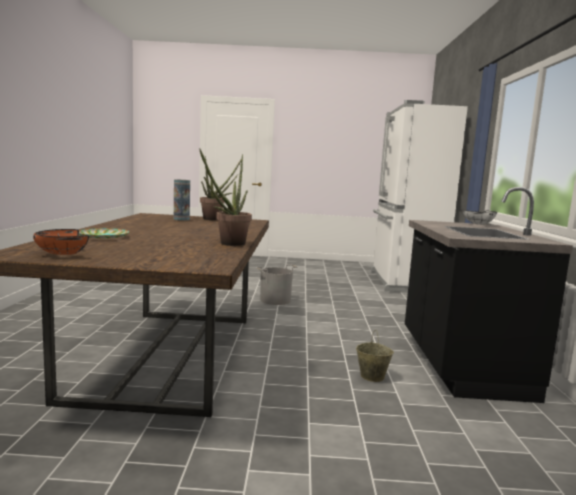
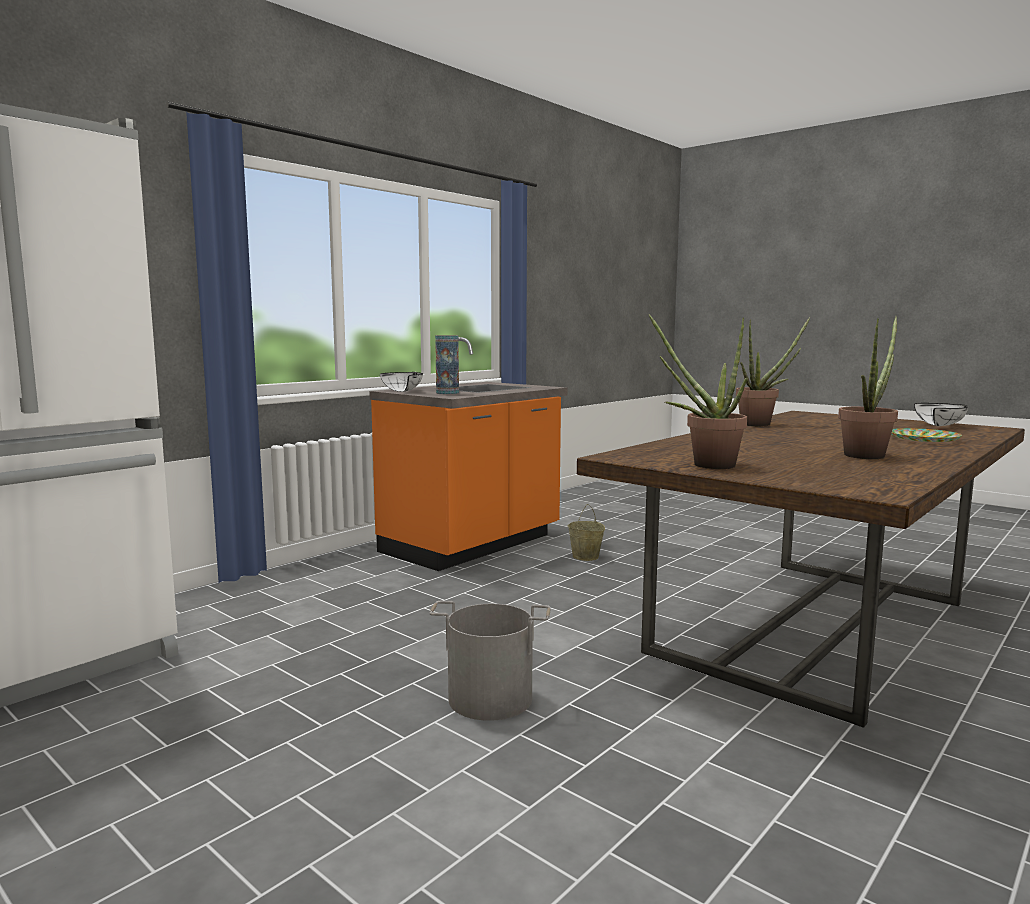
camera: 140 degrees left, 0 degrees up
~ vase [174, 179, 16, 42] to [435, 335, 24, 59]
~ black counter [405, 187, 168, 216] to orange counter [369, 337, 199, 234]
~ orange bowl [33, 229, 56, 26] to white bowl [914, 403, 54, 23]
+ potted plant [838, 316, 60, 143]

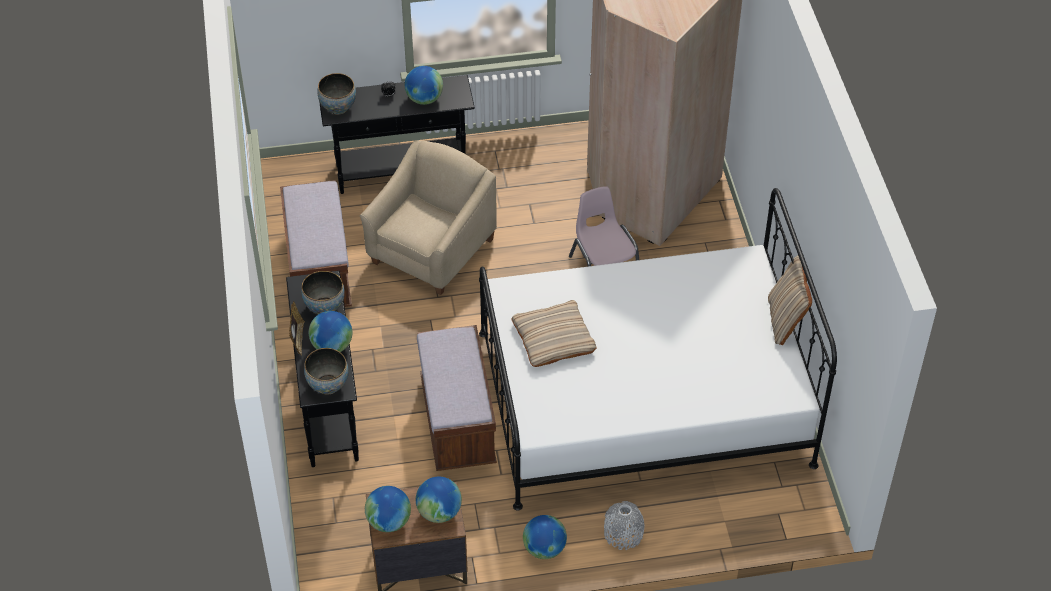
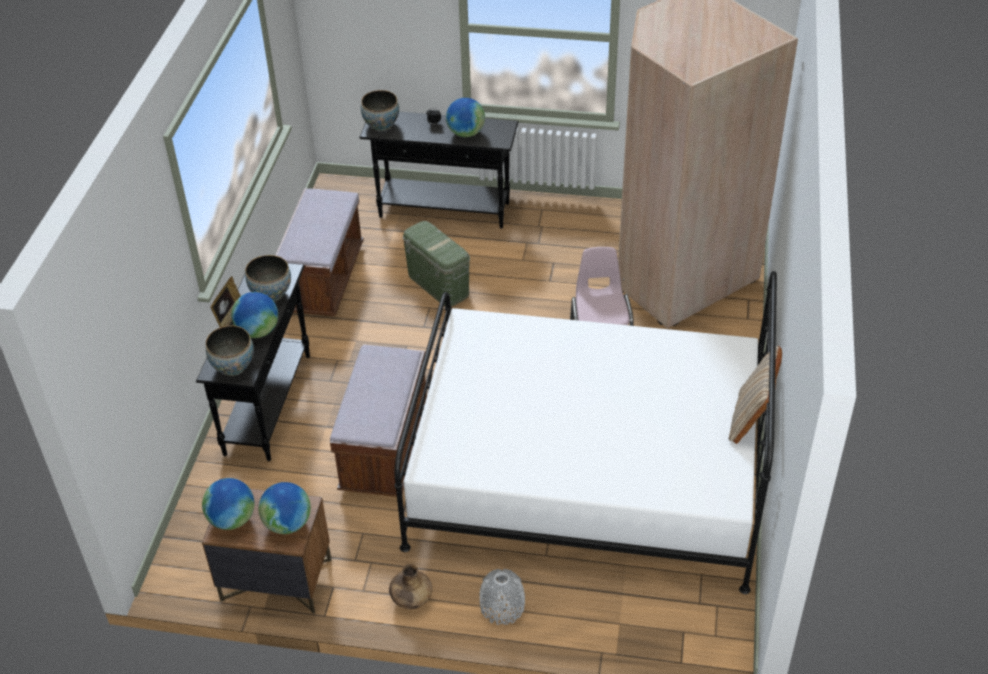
camera: 20 degrees right, 5 degrees down
~ beige armchair [360, 140, 137, 155] to green storage box [403, 221, 67, 86]
- beige pillow [511, 300, 86, 67]
~ globe [523, 515, 44, 44] to brown vase [389, 564, 43, 45]

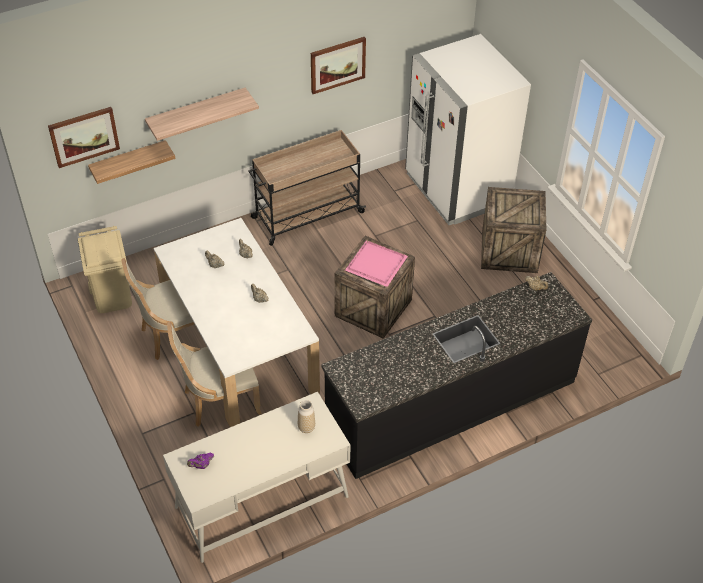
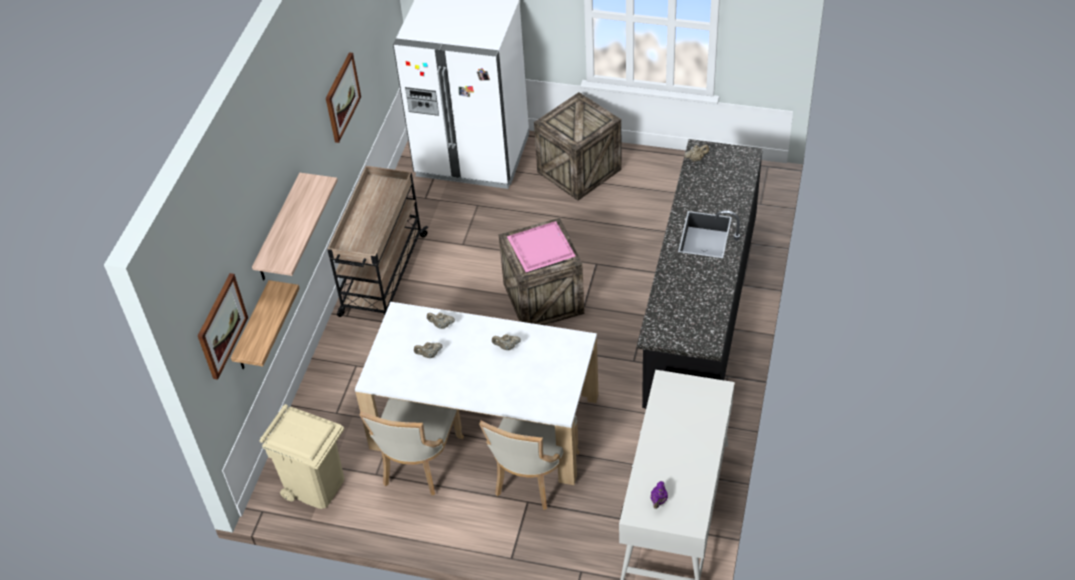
camera: 45 degrees left, 0 degrees up
- vase [298, 400, 17, 33]

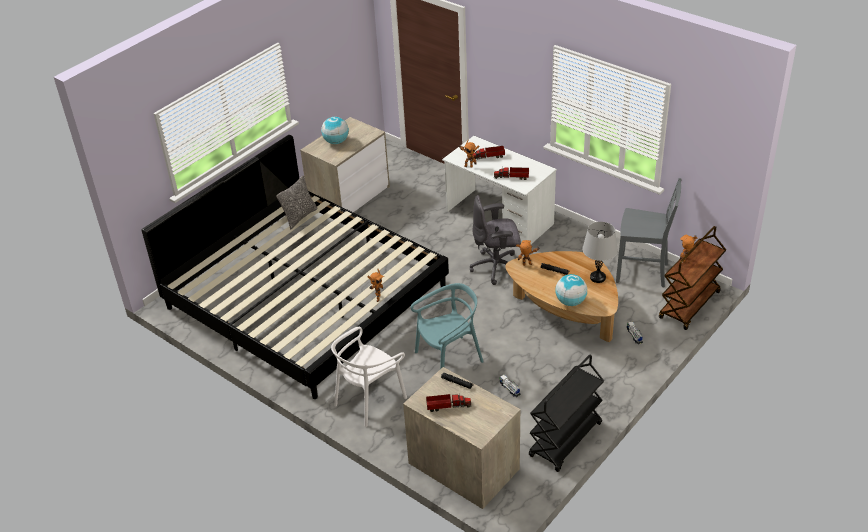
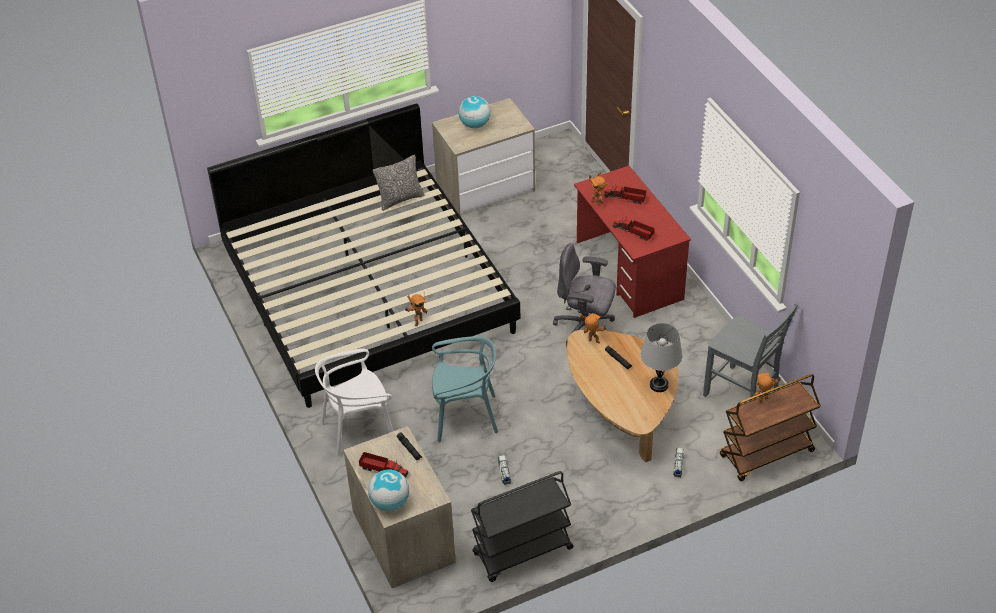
camera: 25 degrees right, 5 degrees up
~ white desk [442, 136, 115, 108] to red desk [574, 166, 117, 152]
~ globe [555, 274, 32, 32] to [368, 469, 41, 42]

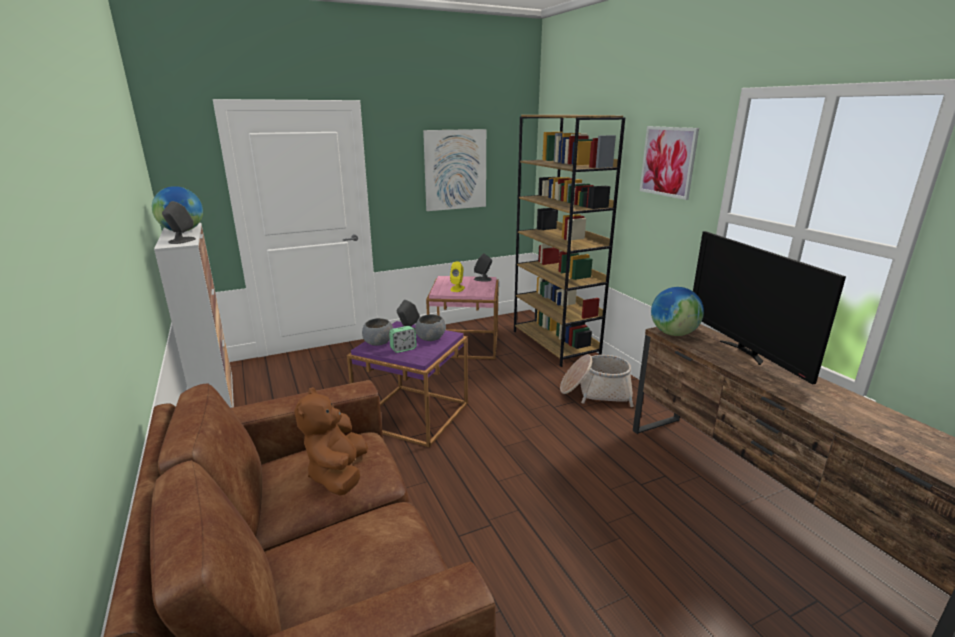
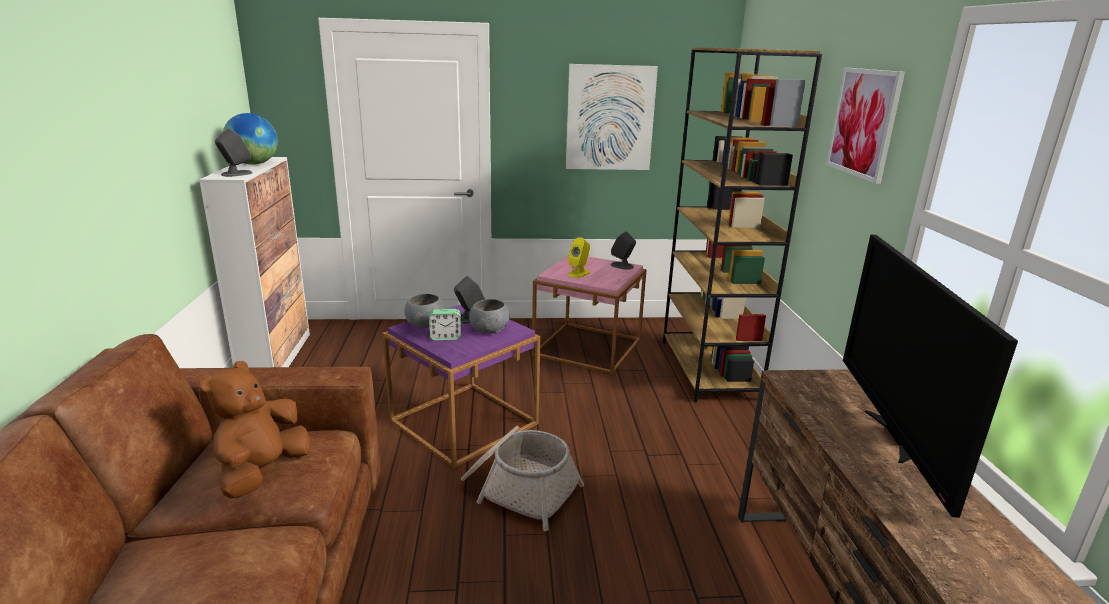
camera: 20 degrees right, 0 degrees up
- globe [651, 287, 53, 49]
~ basket [560, 354, 74, 53] to [461, 426, 123, 105]

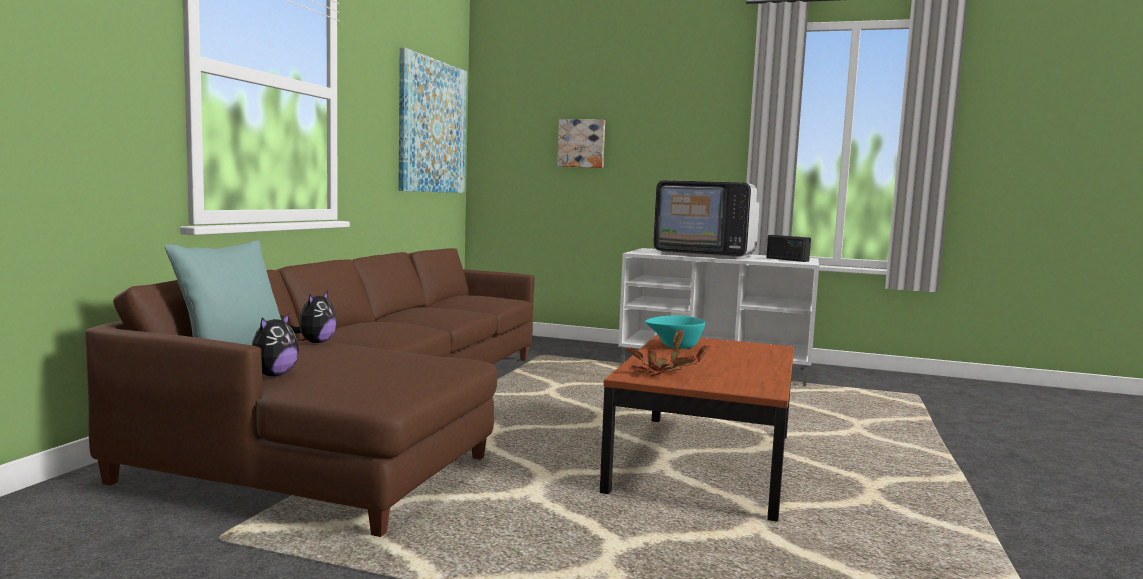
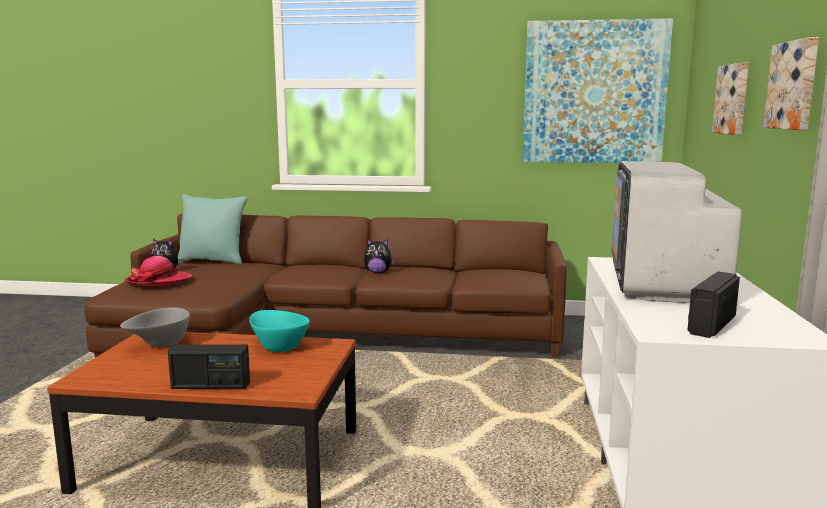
camera: 80 degrees right, 5 degrees up
~ plush toy [290, 291, 47, 52] to [364, 239, 31, 34]
~ potted plant [625, 329, 85, 47] to grey bowl [120, 307, 70, 40]
+ picture [763, 37, 56, 93]
+ hat [124, 256, 69, 30]
+ radio [168, 344, 82, 45]

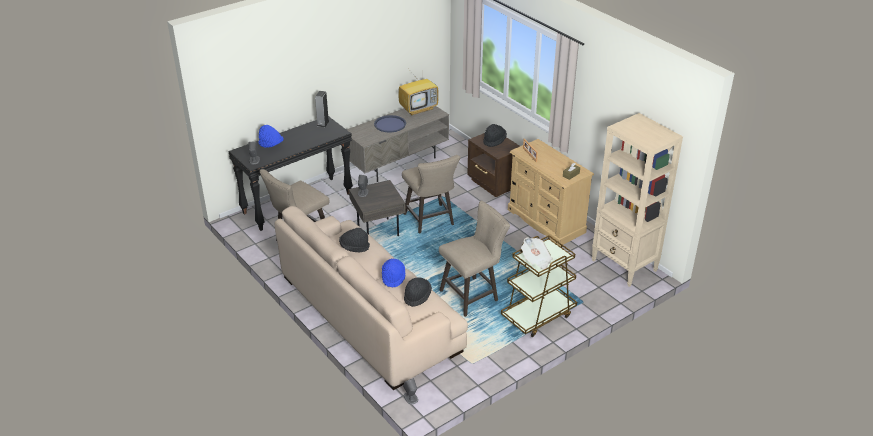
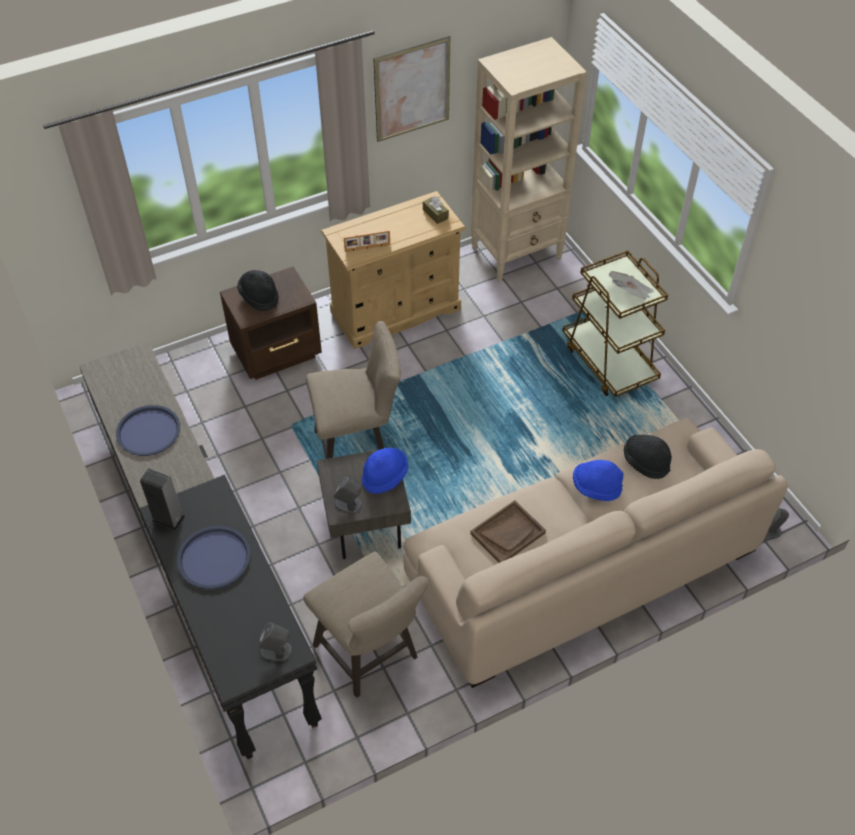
camera: 80 degrees left, 15 degrees up
- television [398, 73, 41, 43]
~ blue hat [258, 125, 26, 23] to [362, 448, 46, 46]
- beige stool [439, 201, 71, 116]
~ black hat [339, 228, 31, 24] to brown tray [470, 500, 76, 63]
+ picture [373, 36, 77, 106]
+ blue tray [177, 526, 74, 63]

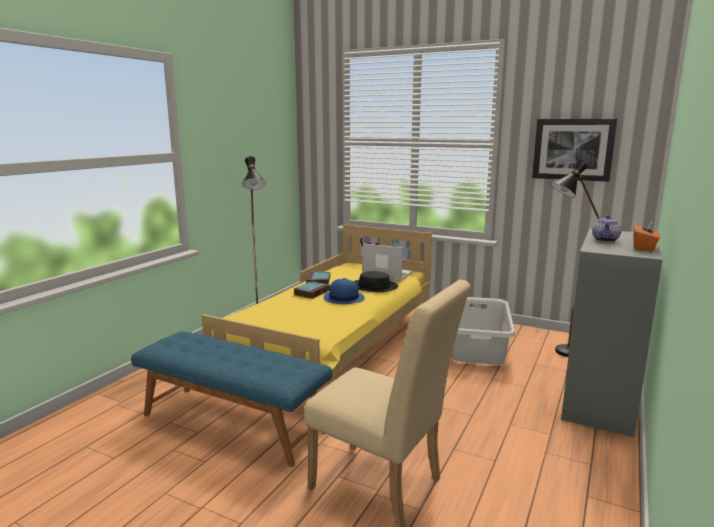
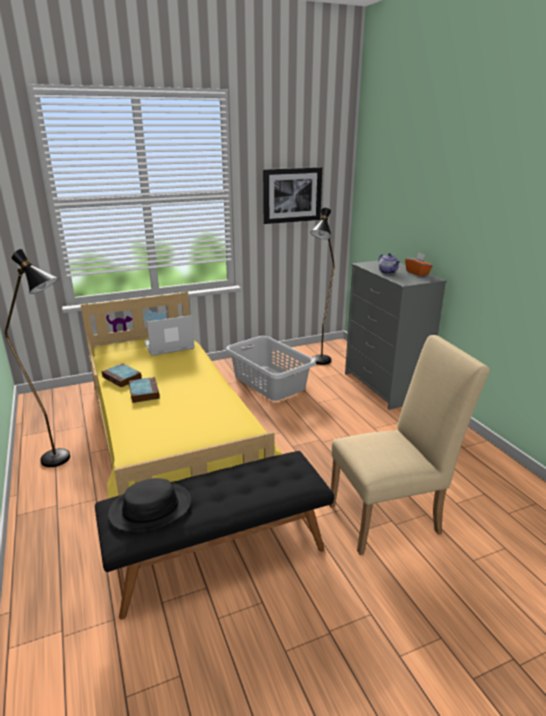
camera: 50 degrees left, 10 degrees up
~ black hat [353, 271, 45, 21] to [108, 478, 83, 54]
- blue hat [323, 278, 42, 26]
~ blue bench [131, 331, 201, 136] to black bench [95, 451, 239, 169]

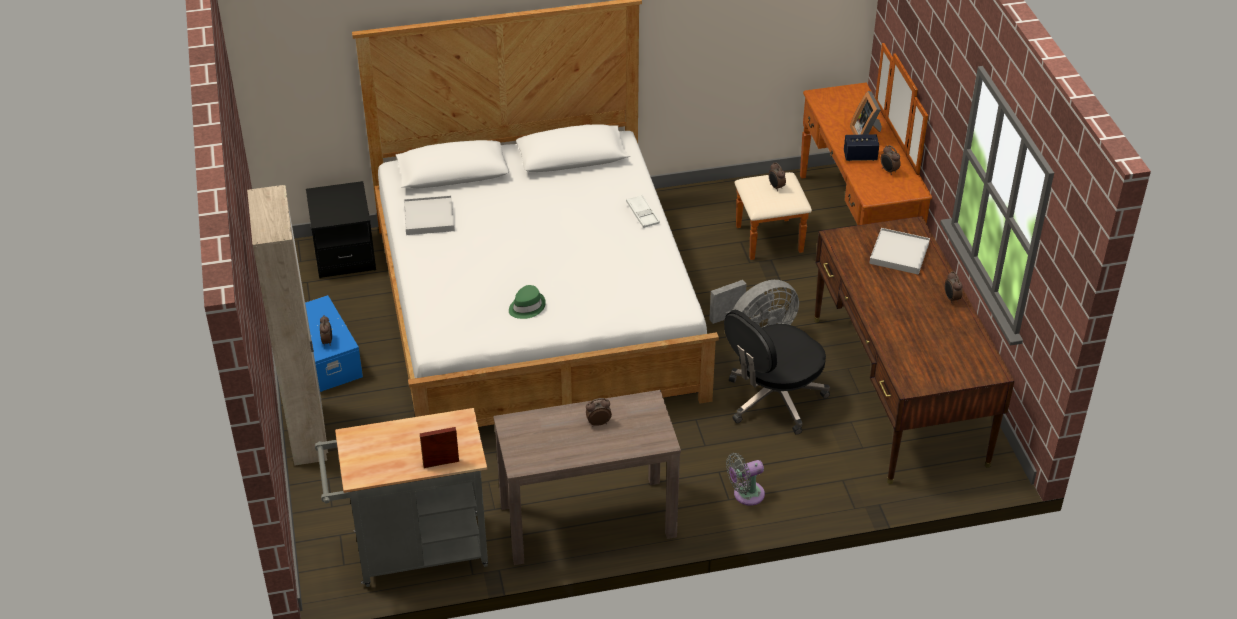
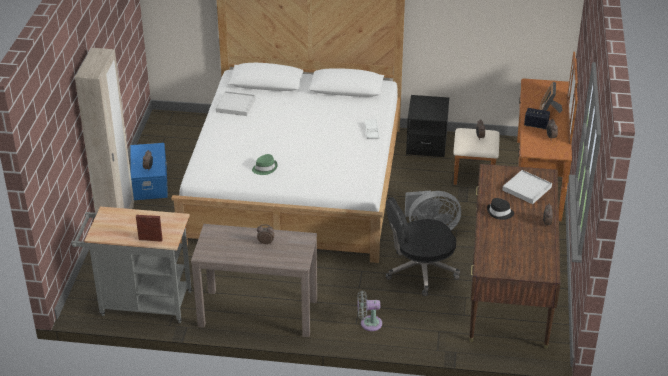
camera: 20 degrees right, 5 degrees down
~ black nightstand [306, 181, 70, 97] to [406, 95, 43, 62]
+ black hat [487, 198, 27, 22]

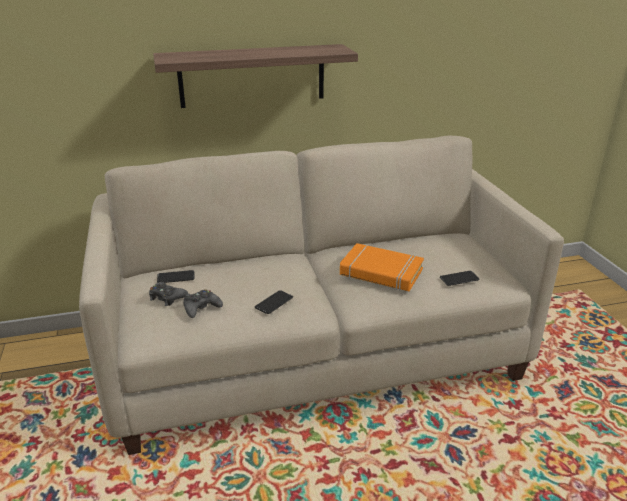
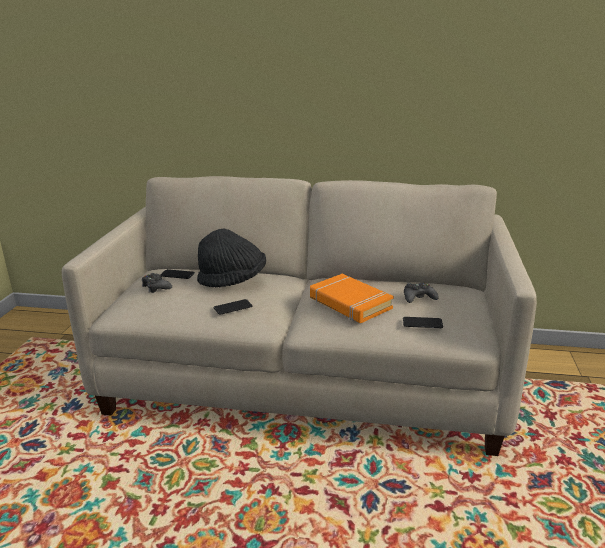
camera: 25 degrees right, 5 degrees down
- shelf [153, 44, 205, 64]
~ black game controller [184, 289, 39, 29] to [404, 283, 35, 20]
+ black hat [197, 229, 69, 58]

